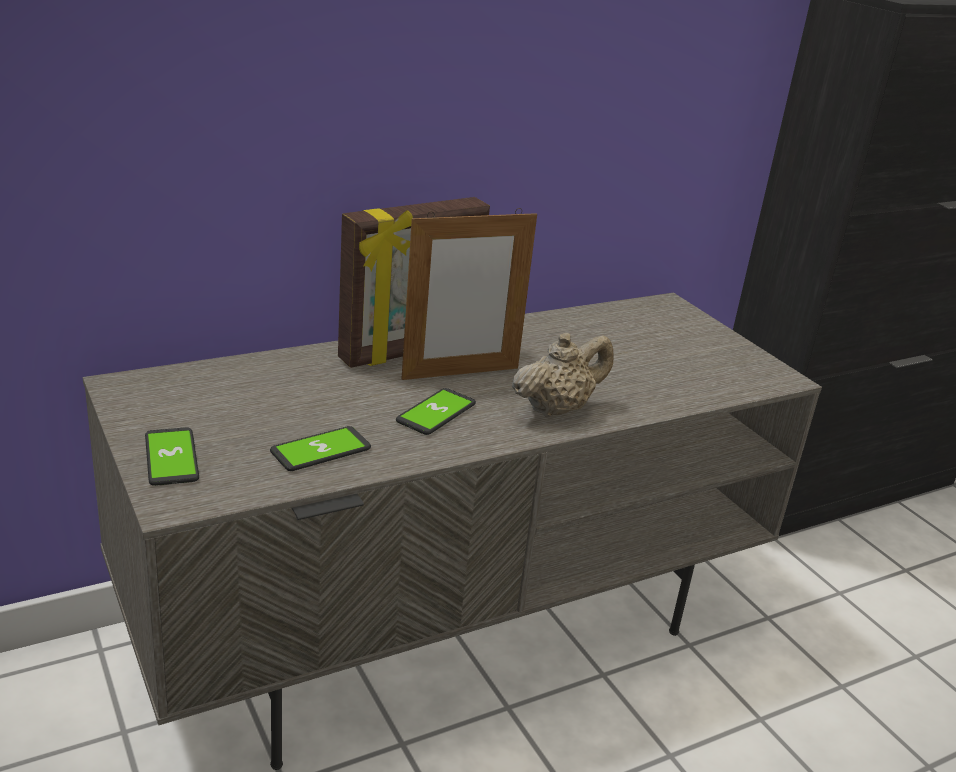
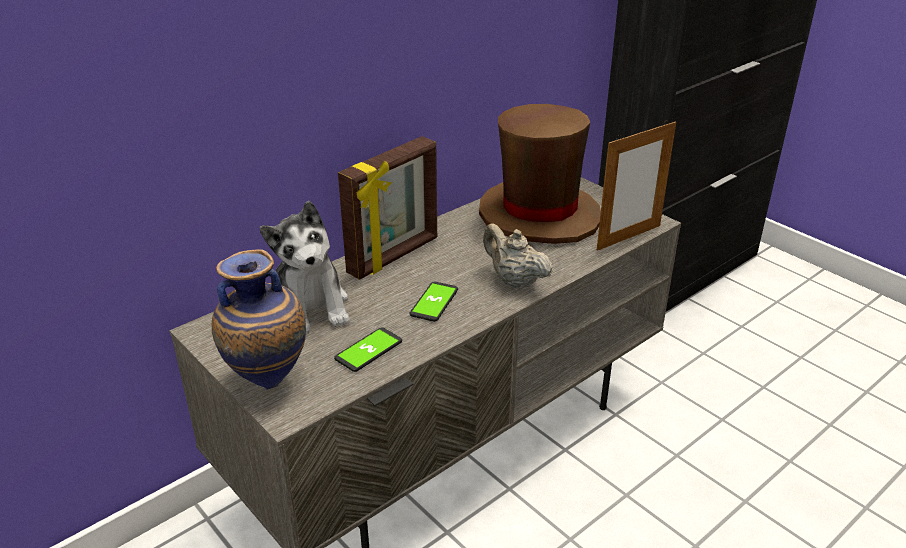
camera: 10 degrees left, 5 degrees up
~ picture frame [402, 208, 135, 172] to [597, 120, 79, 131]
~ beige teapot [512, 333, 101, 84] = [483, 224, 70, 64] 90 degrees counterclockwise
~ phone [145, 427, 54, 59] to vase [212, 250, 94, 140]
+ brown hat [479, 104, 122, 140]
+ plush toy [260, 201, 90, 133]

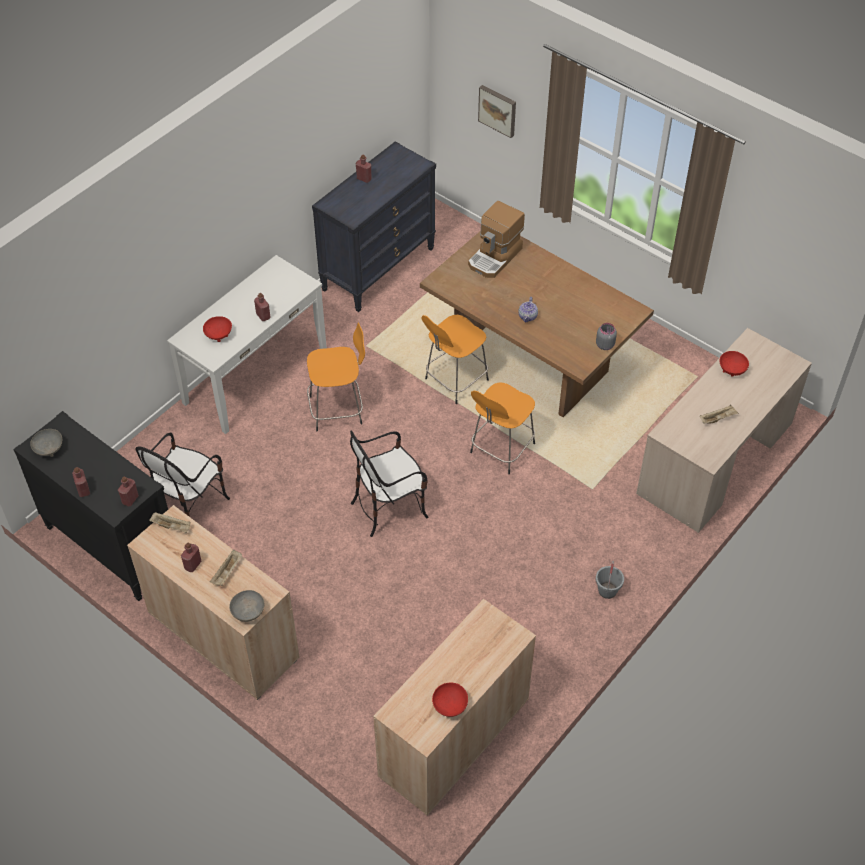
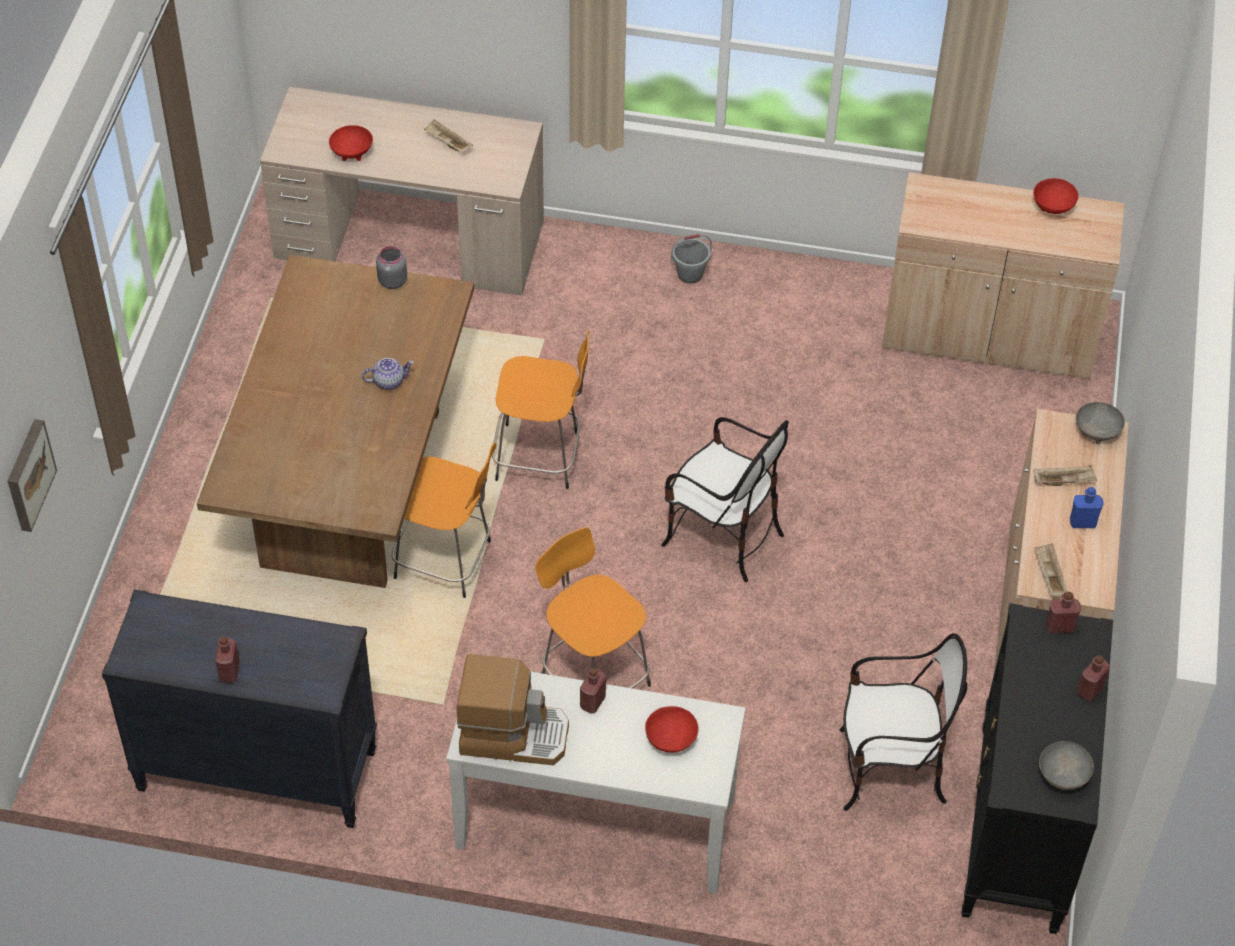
camera: 120 degrees left, 0 degrees up
~ coffee machine [468, 201, 57, 77] to [456, 654, 113, 111]
~ red bottle [181, 543, 20, 29] to blue bottle [1070, 487, 33, 41]

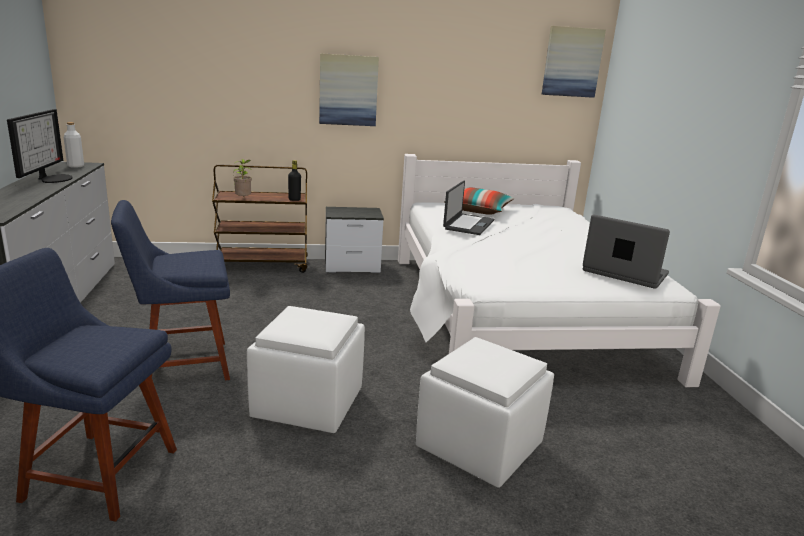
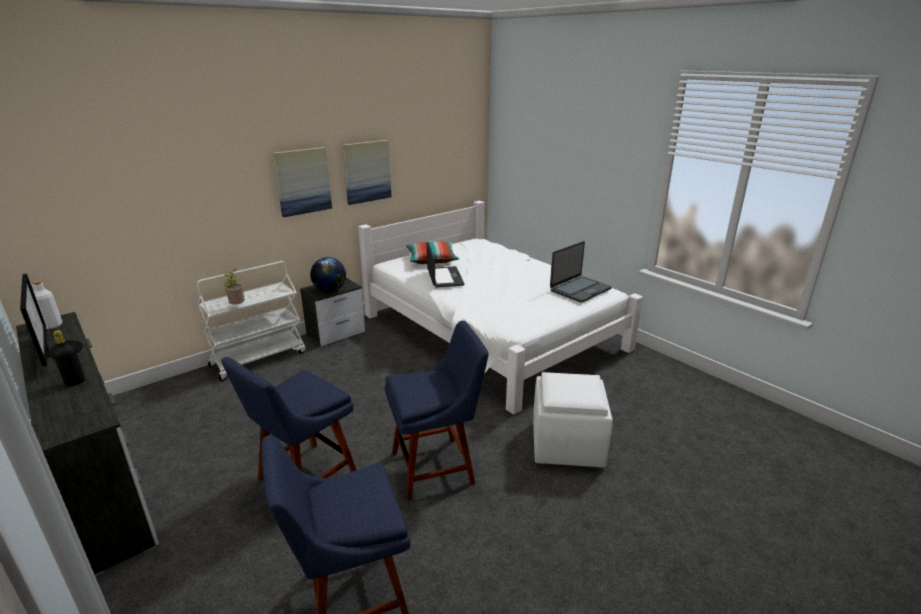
camera: 30 degrees left, 5 degrees up
~ picture [542, 26, 64, 72] to [342, 140, 50, 65]
~ black bottle [288, 160, 13, 41] to [53, 330, 32, 56]
~ brown cart [212, 164, 96, 109] to white cart [197, 261, 108, 120]
~ laptop [583, 215, 87, 74] = [550, 241, 62, 62] 135 degrees clockwise
~ white ottoman [247, 306, 118, 127] to blue chair [385, 321, 103, 179]
+ globe [310, 257, 36, 35]

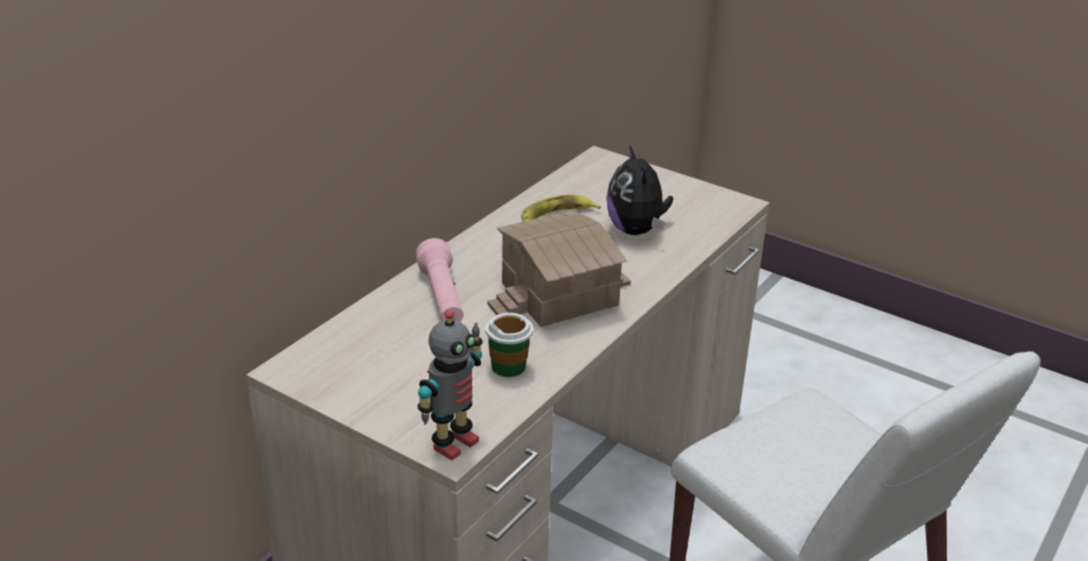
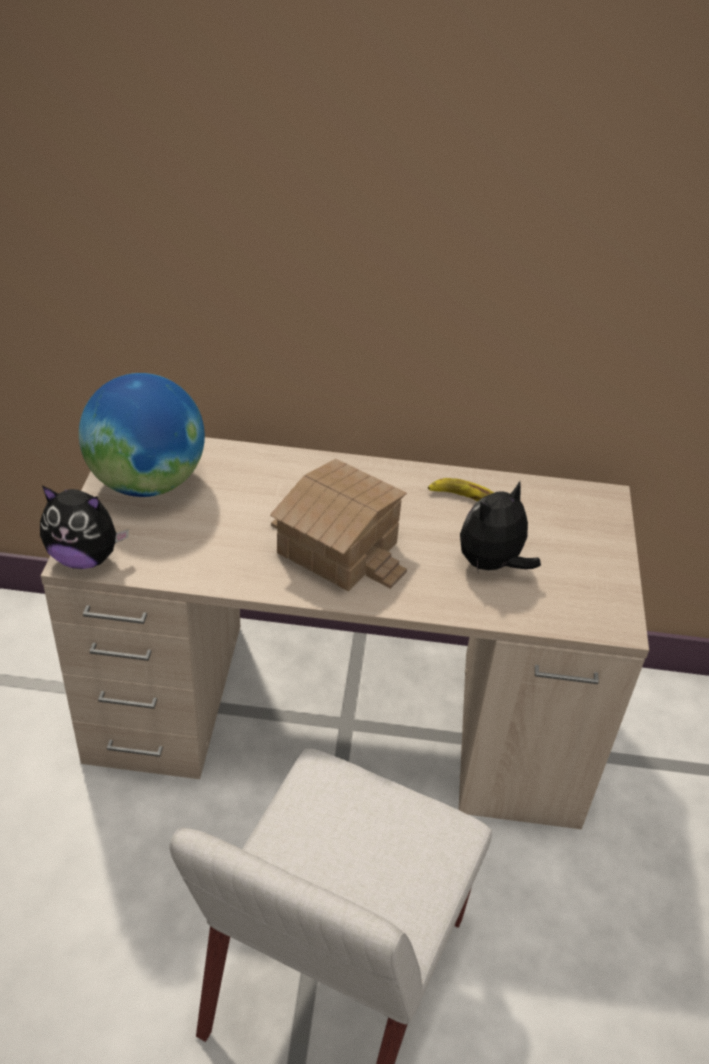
camera: 60 degrees right, 10 degrees up
- pink flashlight [416, 238, 47, 83]
~ toy robot [417, 310, 66, 151] to plush toy [40, 486, 89, 83]
- cup [485, 313, 48, 64]
+ globe [79, 373, 126, 124]

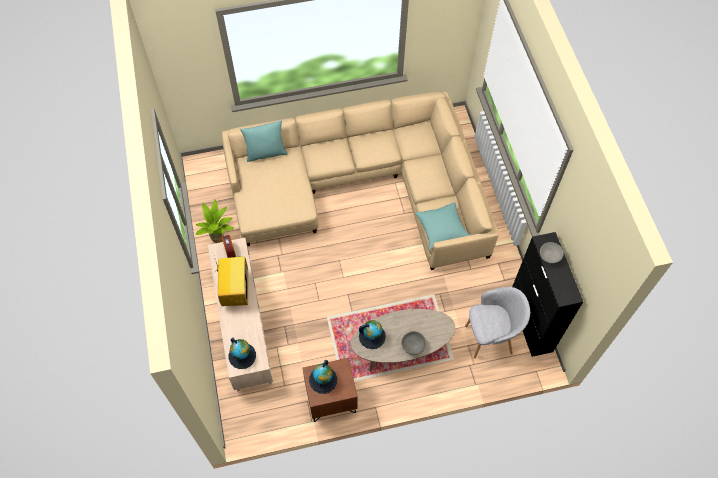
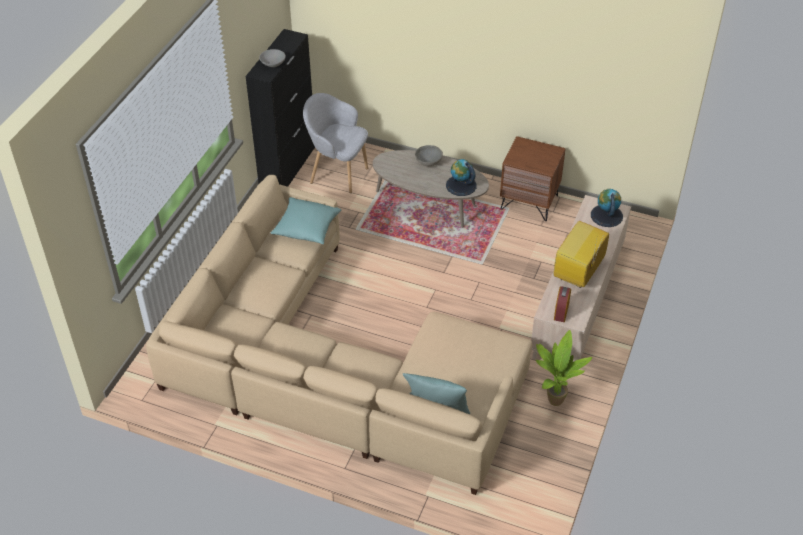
camera: 145 degrees left, 15 degrees down
- globe [309, 360, 28, 34]

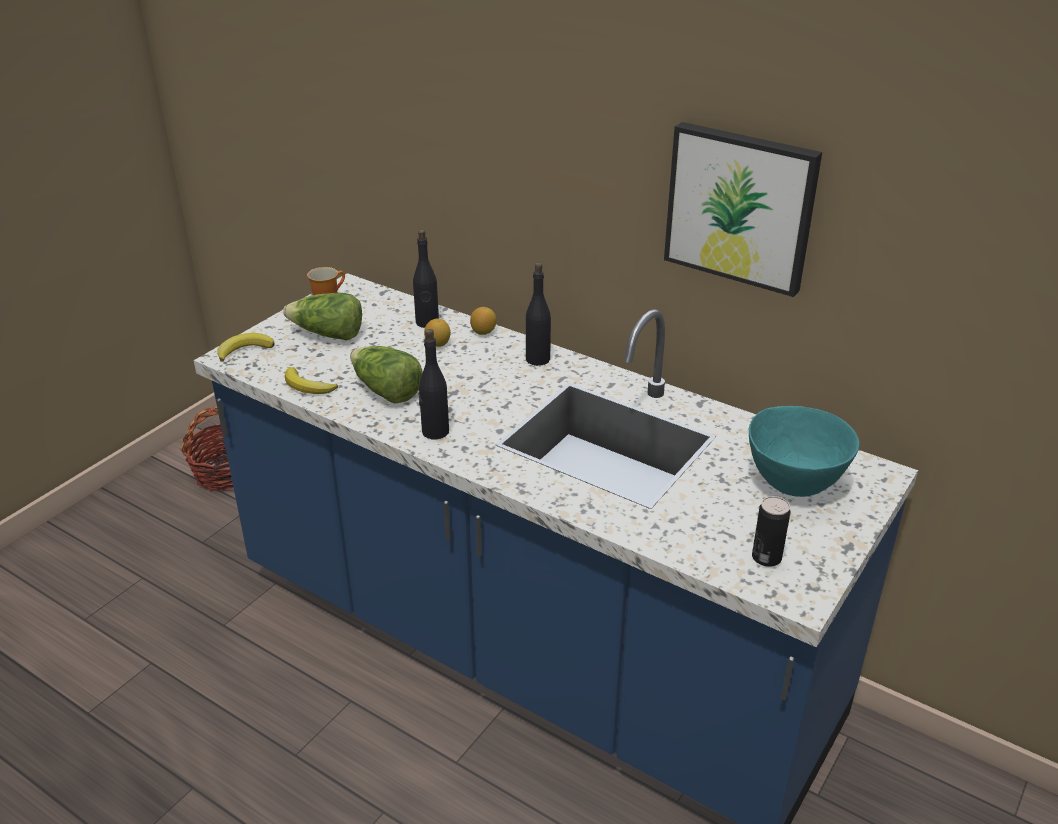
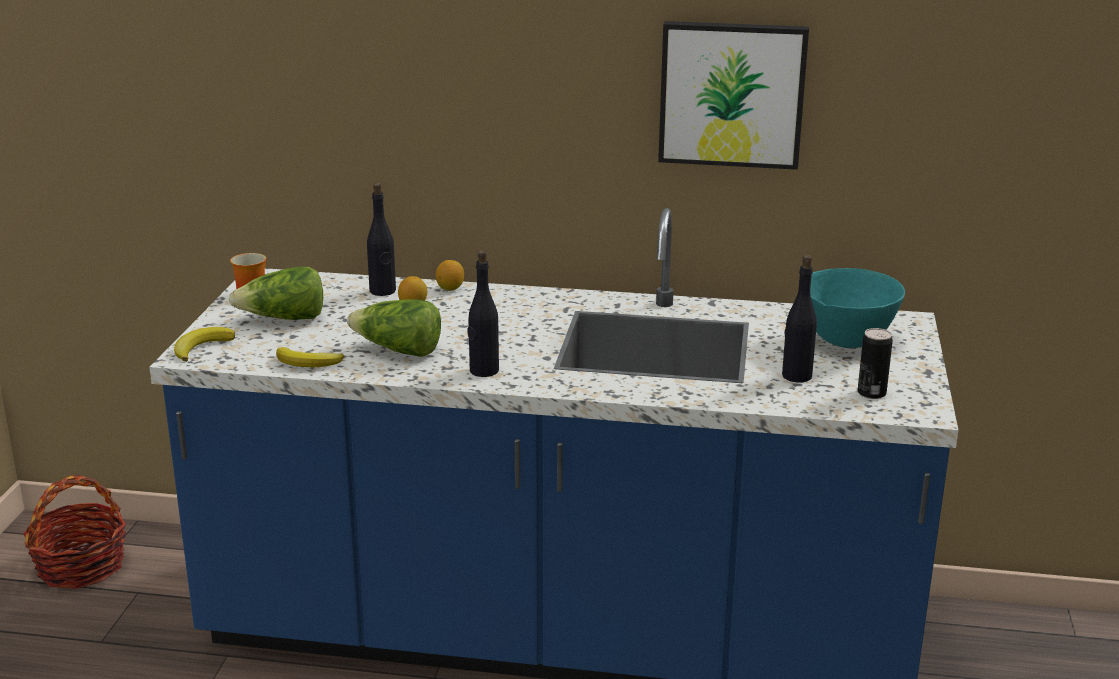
camera: 25 degrees left, 10 degrees down
~ black bottle [526, 263, 25, 103] to [782, 255, 35, 128]

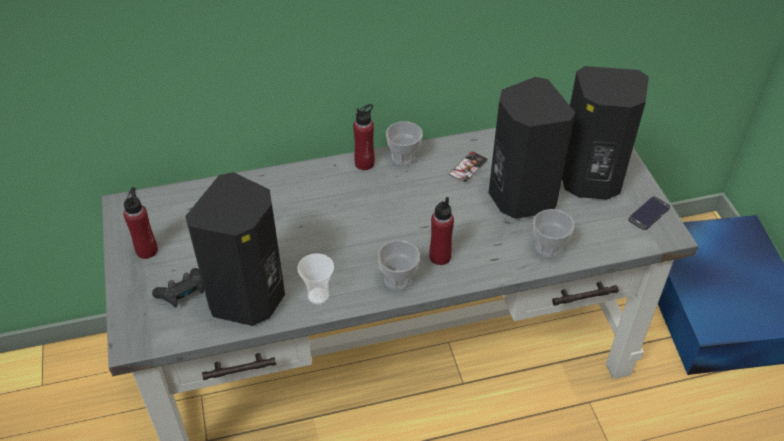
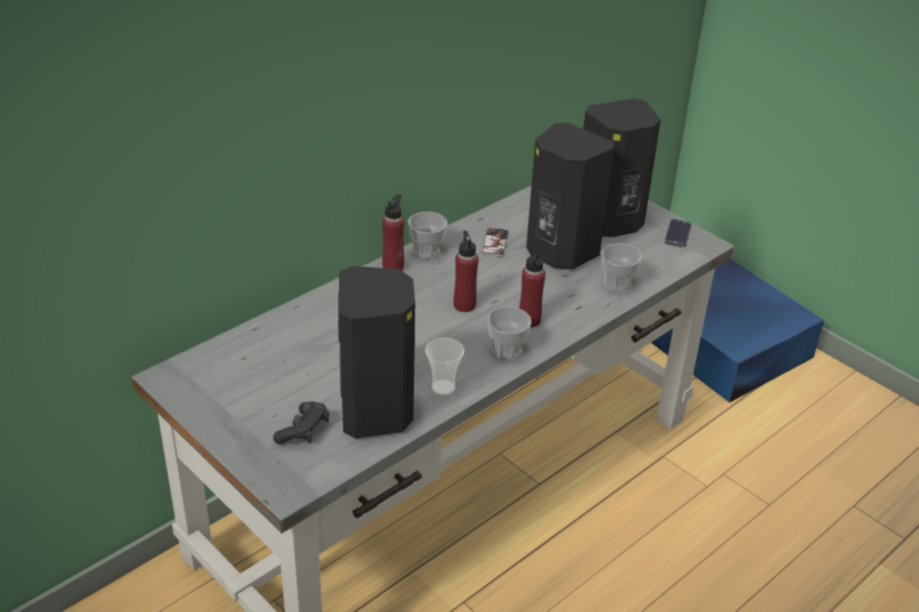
camera: 30 degrees left, 10 degrees down
~ red bottle [124, 187, 34, 72] to [454, 230, 25, 82]

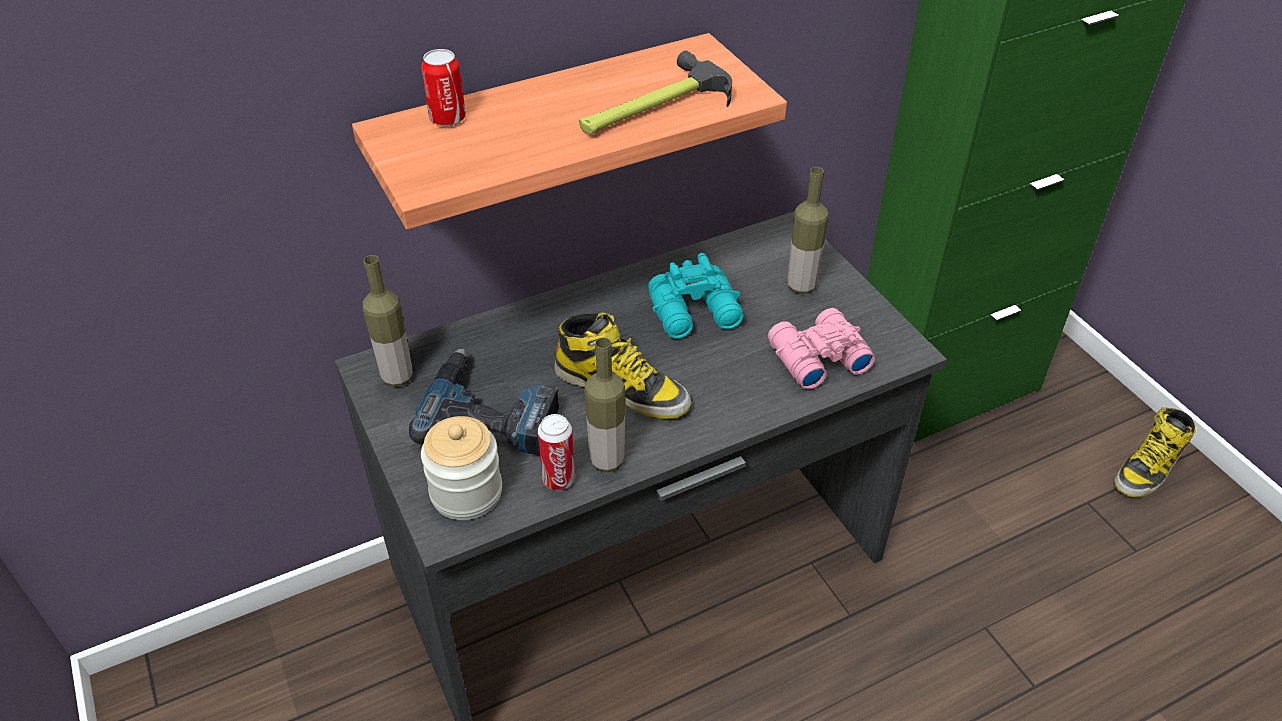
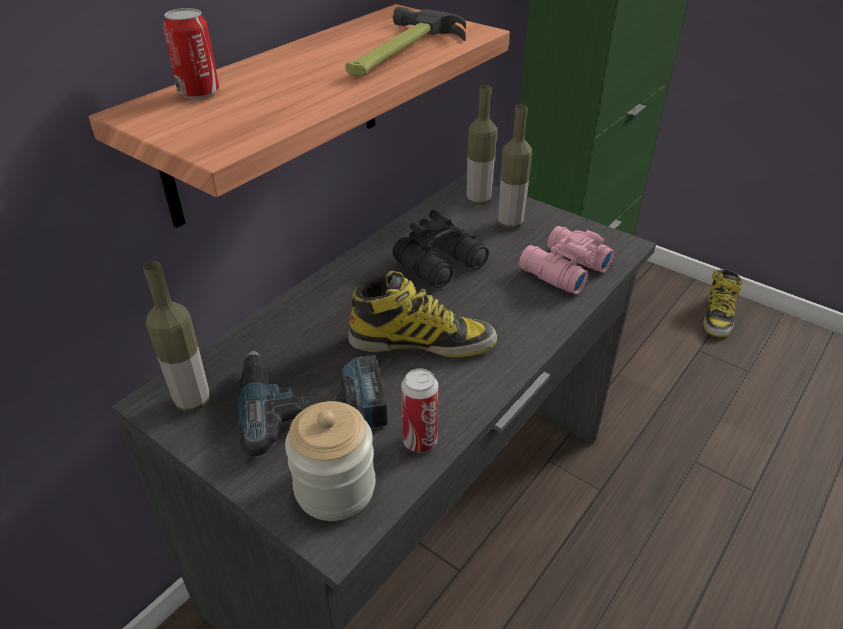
camera: 25 degrees left, 5 degrees down
~ turquoise binoculars [648, 253, 95, 86] to black binoculars [392, 210, 97, 78]
~ bottle [584, 337, 41, 135] to [467, 85, 30, 120]

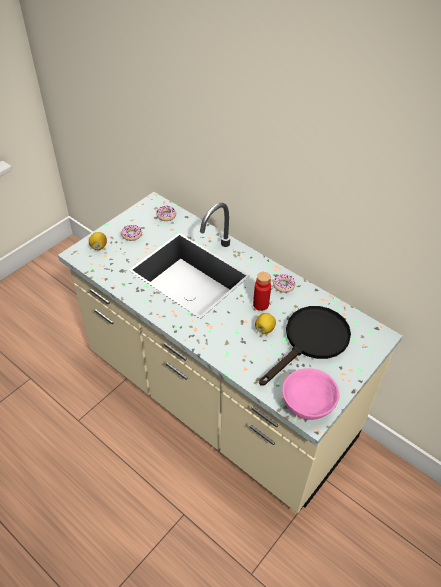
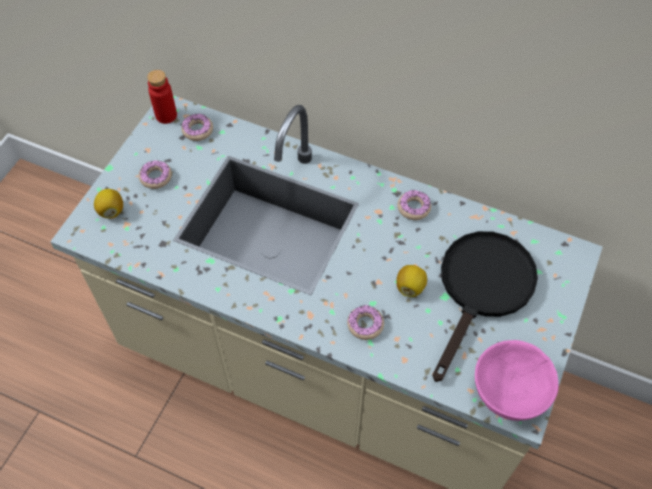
camera: 15 degrees left, 10 degrees up
~ red bottle [253, 272, 18, 39] to [147, 70, 30, 54]
+ donut [347, 305, 37, 35]

